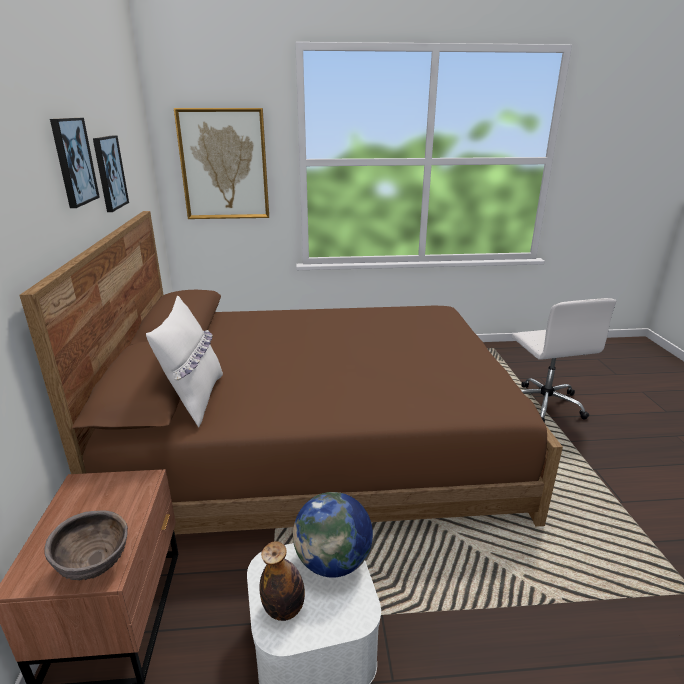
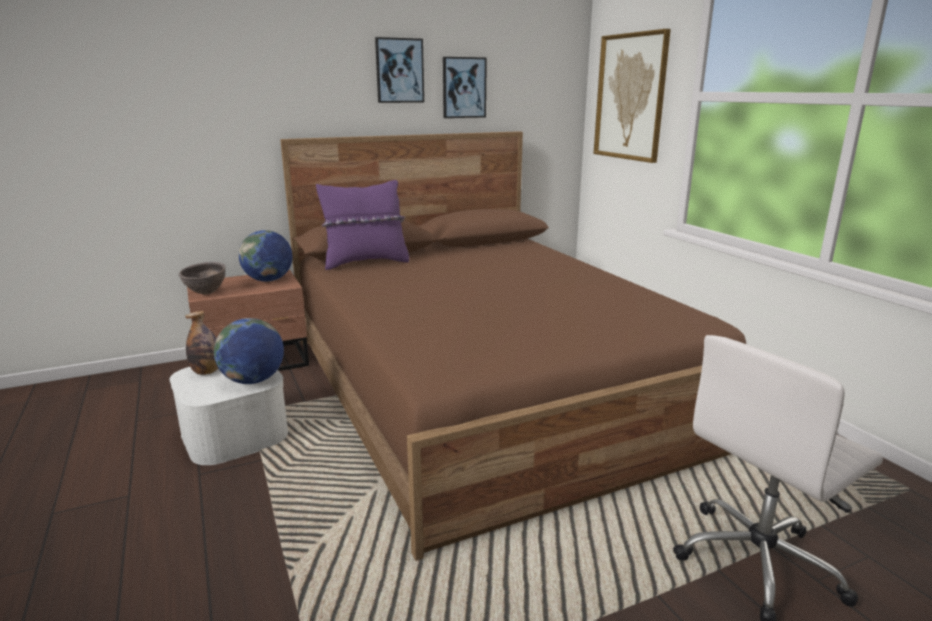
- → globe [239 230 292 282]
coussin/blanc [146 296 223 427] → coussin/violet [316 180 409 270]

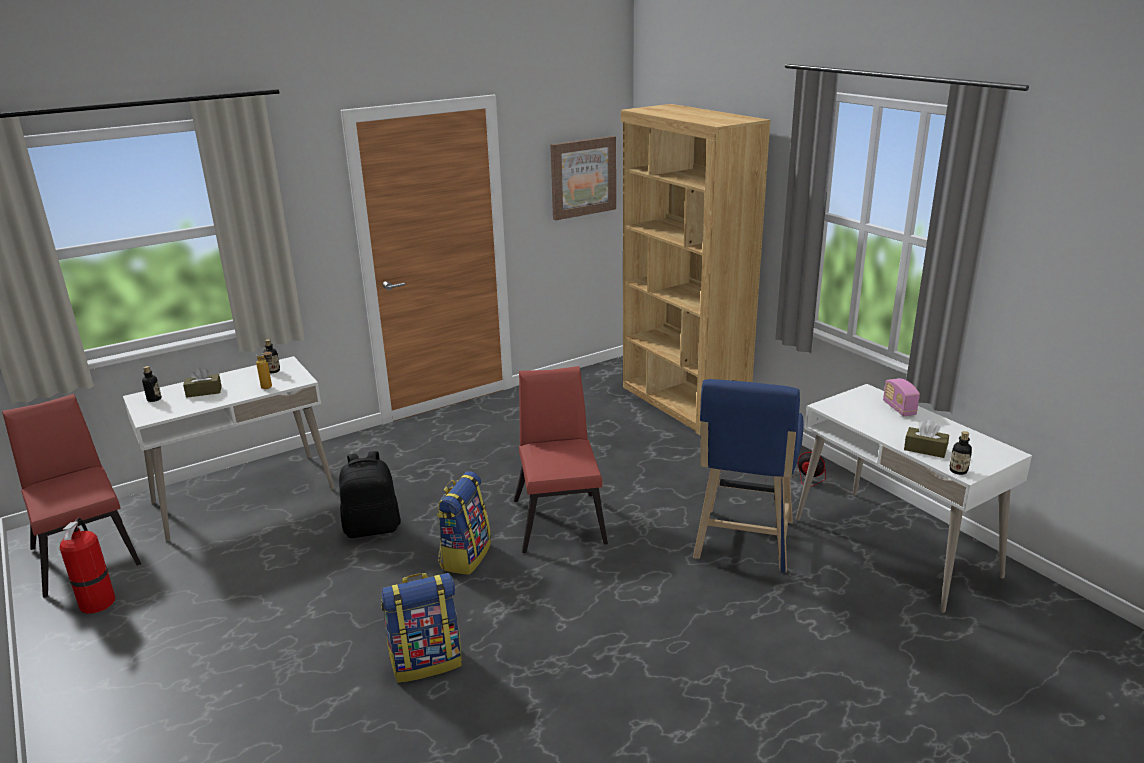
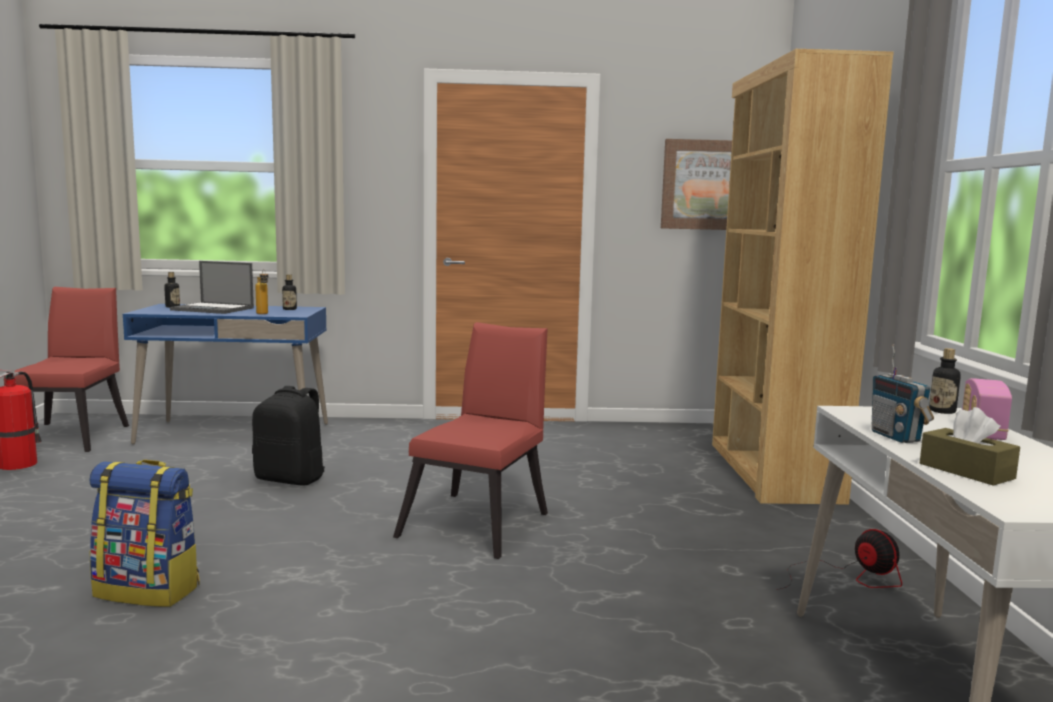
sac à dos [437 471 491 575] → -
tabouret/bleu [693 379 804 572] → -
- → radio [871 344 934 443]
bouteille [950 431 972 475] → bouteille [929 348 961 414], moved
boîte à mouchoirs/marron [183 367 222 398] → ordinateur portable [170 261 254 314]
bureau/blanc [123 356 334 541] → bureau/bleu [123 304 328 444]

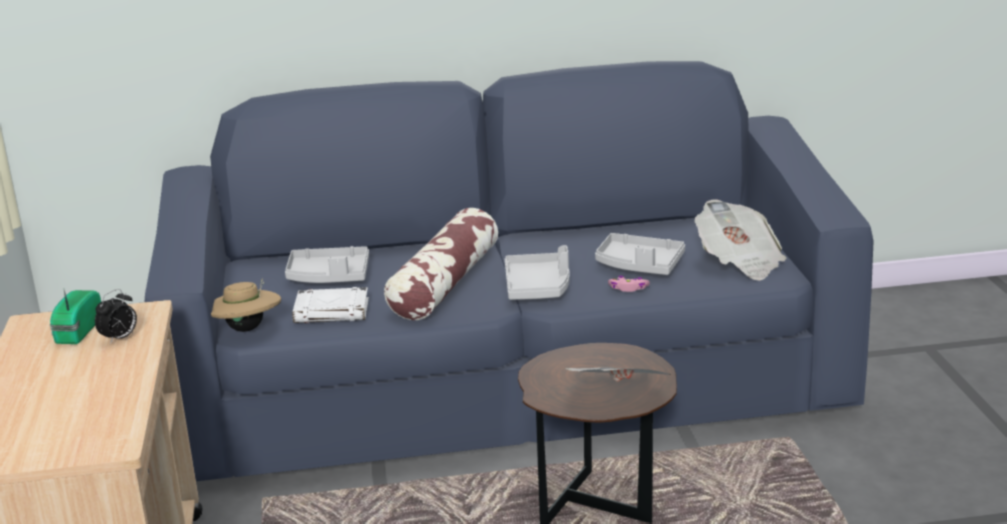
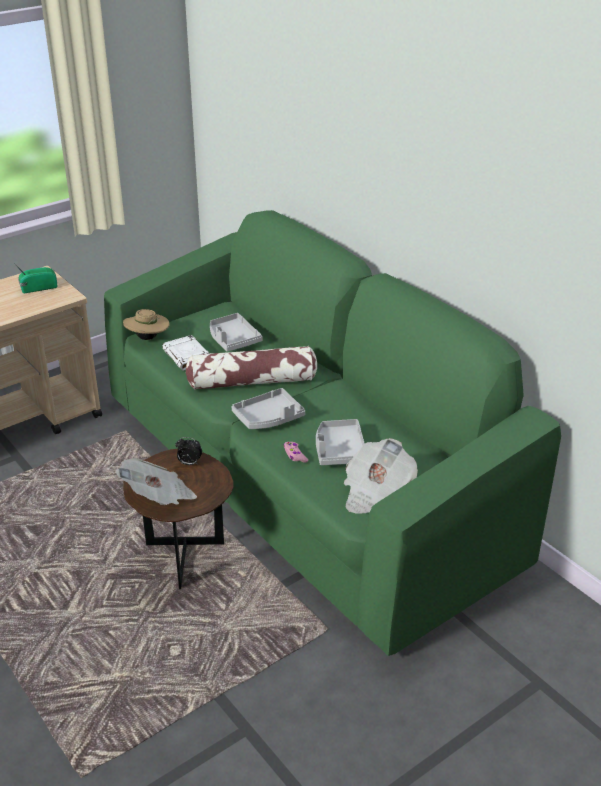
réveil [95 289 137 344] → réveil [175 437 202 465], moved
canapé/bleu [145 61 874 481] → canapé/vert [104 210 561 656]

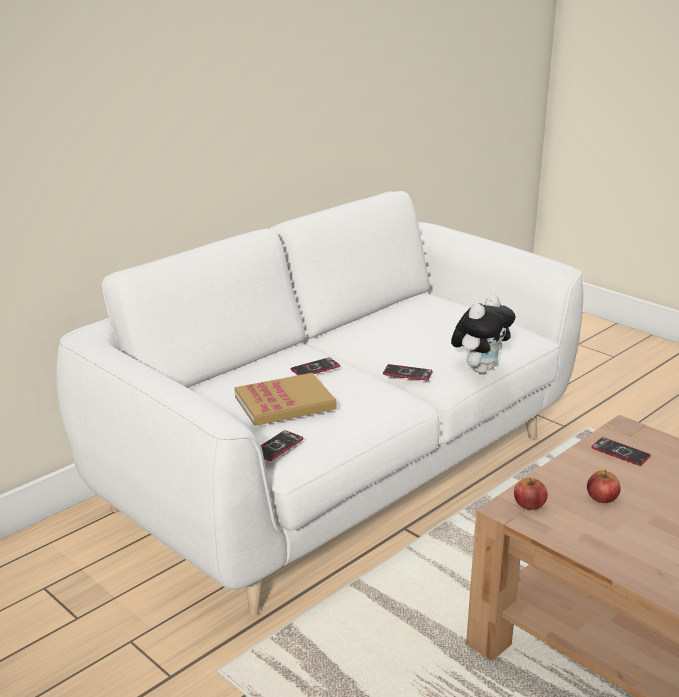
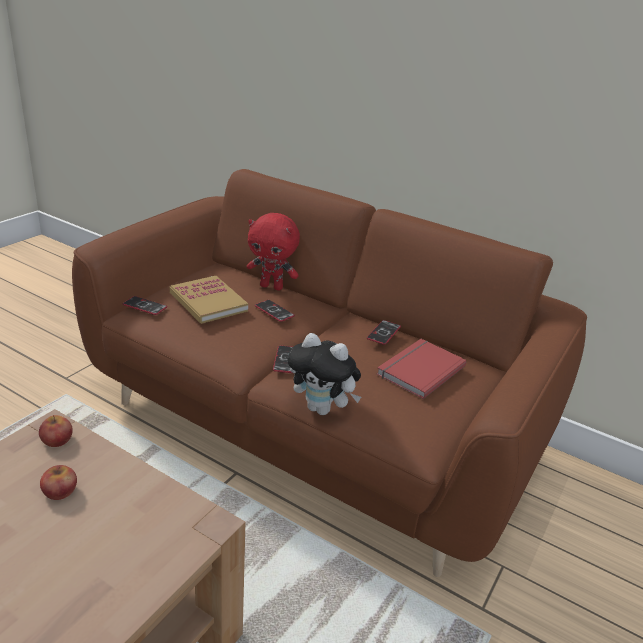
- → peluche/rouge [246 213 300 291]
- → livre/rouge [377 339 466 399]
téléphone [591 437 651 466] → téléphone [367 320 401 345], moved
canapé/blanc [56 191 583 616] → canapé/marron [72 169 587 577]

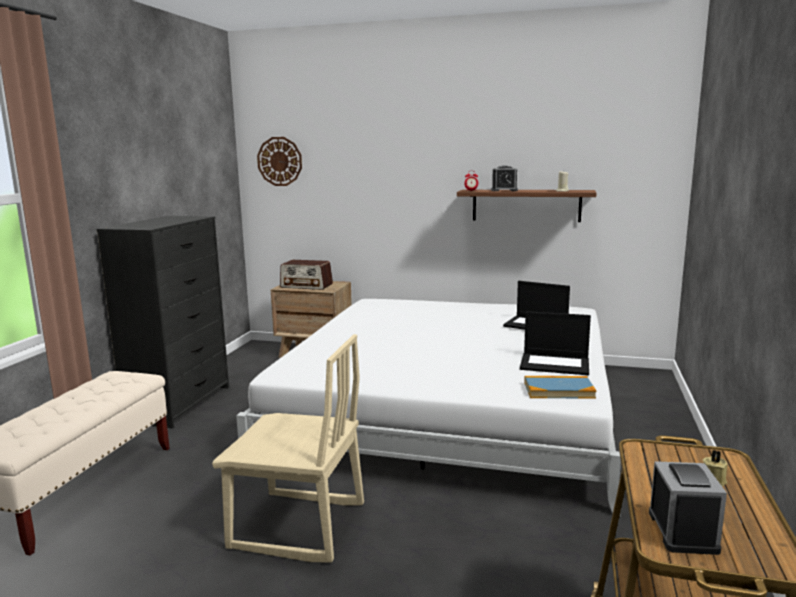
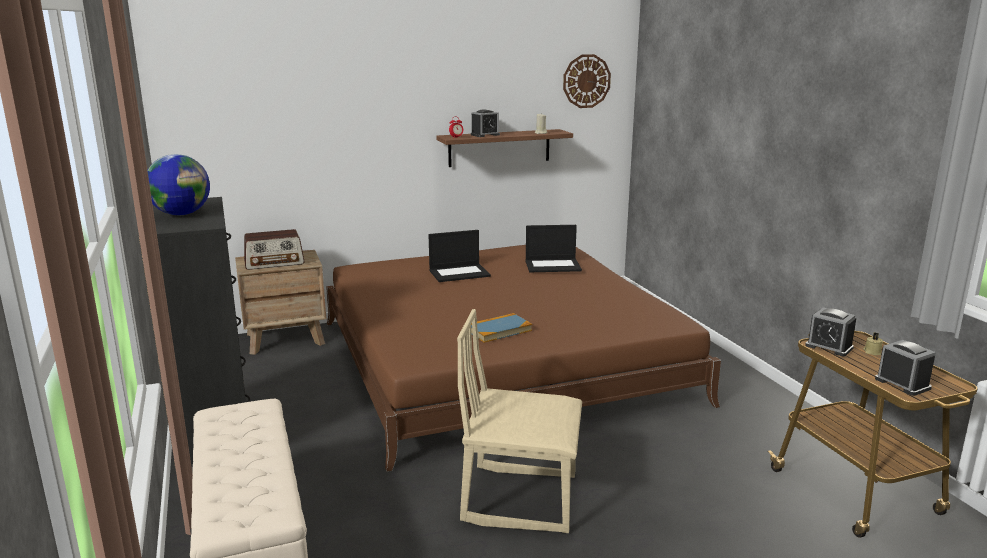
- → globe [147 154 210 215]
- → réveil [805 307 856 357]
horloge murale [257 137 302 186] → horloge murale [563 54 611 108], moved
ordinateur portable [520 311 591 375] → ordinateur portable [429 230 491 282], moved
livre [524 376 596 399] → livre [471 313 532 343], moved
lit/blanc [236 299 621 517] → lit/marron [326 245 721 472]
chaise/beige [212 334 364 563] → chaise/beige [457 309 582 533], 150 degrees counterclockwise

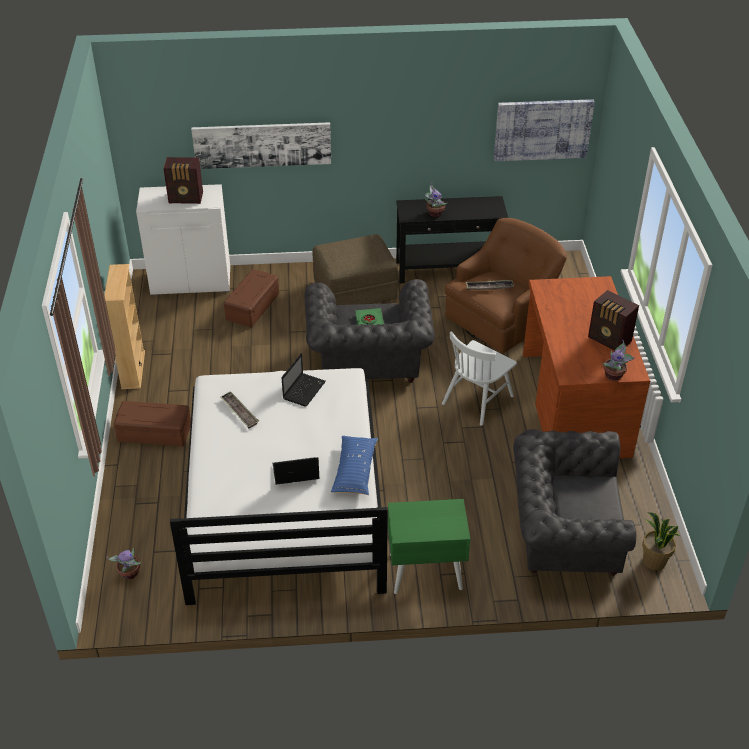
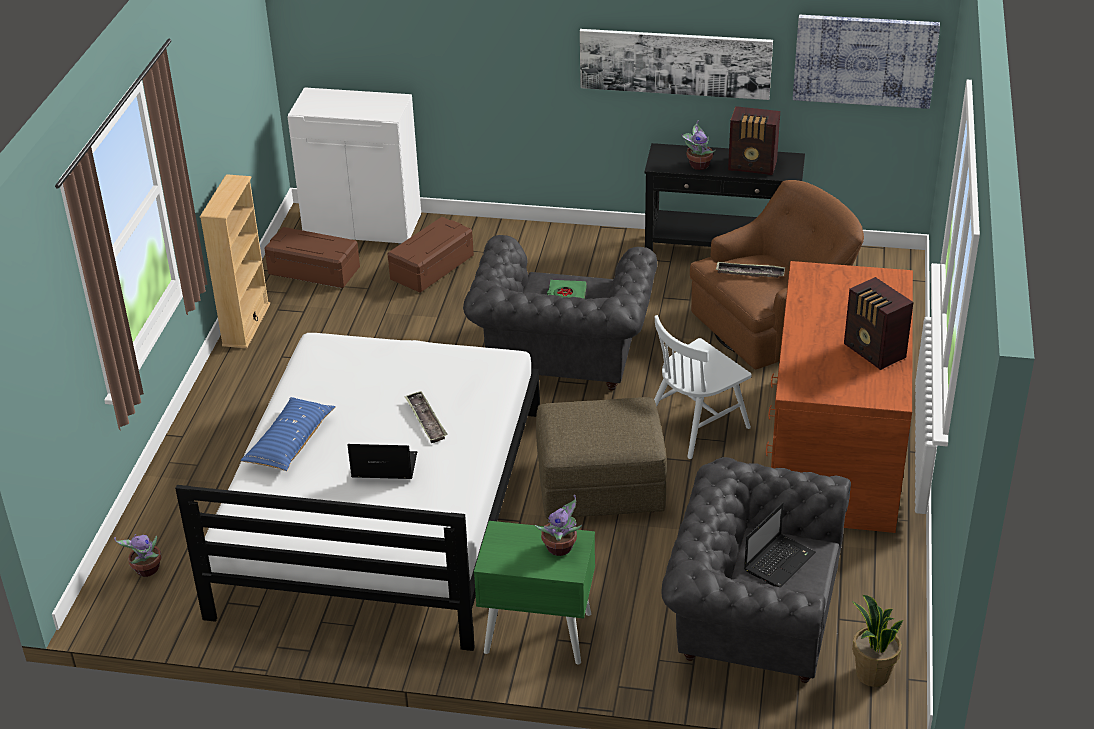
boîte de rangement/marron [114 401 191 446] → boîte de rangement/marron [264 227 360 288], moved
radio [163 157 203 204] → radio [728 106 780 175], moved
tableau [191 122 331 169] → tableau [580 29 773 100], moved
plateau [220 391 259 428] → plateau [404 391 448 443], moved
ordinateur portable [282 353 326 407] → ordinateur portable [744 502 816 588], moved
pouf/marron [313 234 398 305] → pouf/marron [536 397 667 519], moved
coussin/bleu [331 436 378 495] → coussin/bleu [241 397 336 471], moved
plante en pot [602 340 634 381] → plante en pot [535 495 582 556], moved

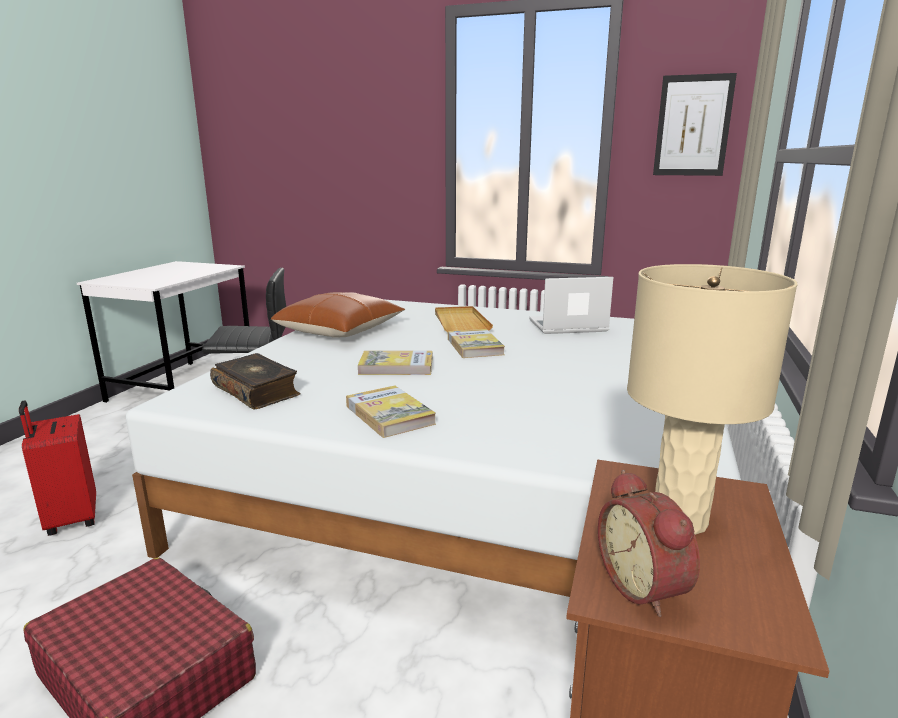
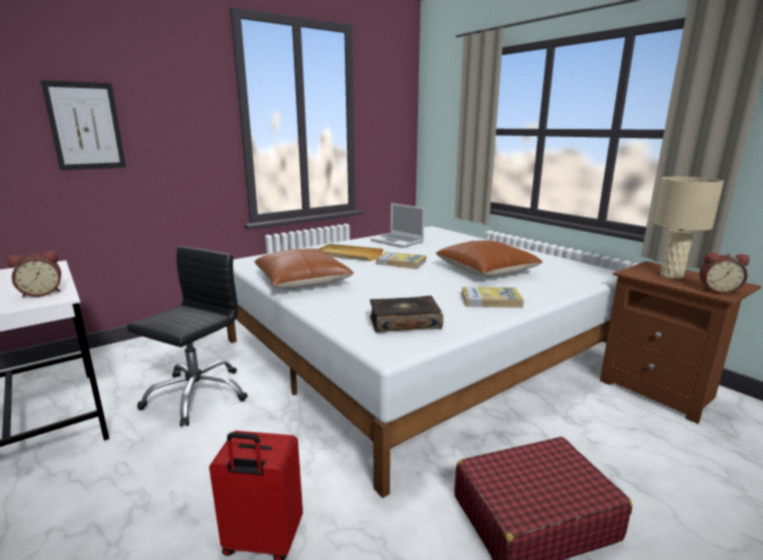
livre [357 351 433 375] → -
- → réveil [7 251 61 298]
- → coussin/marron [436 240 543 277]
tableau [653 73 737 176] → tableau [41 80 126 170], moved
ordinateur portable [529 277 613 334] → ordinateur portable [370 203 424 248], 75 degrees counterclockwise

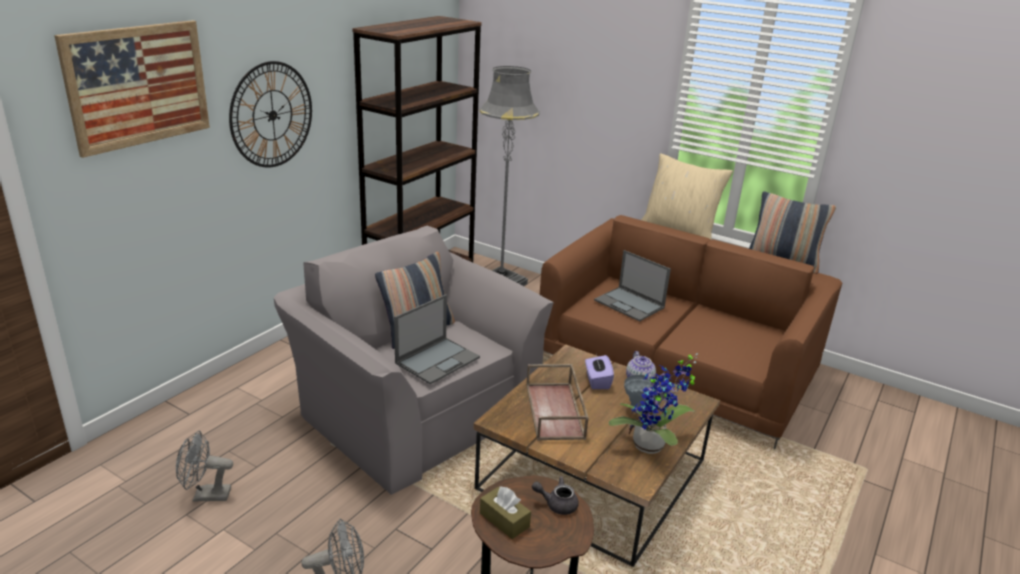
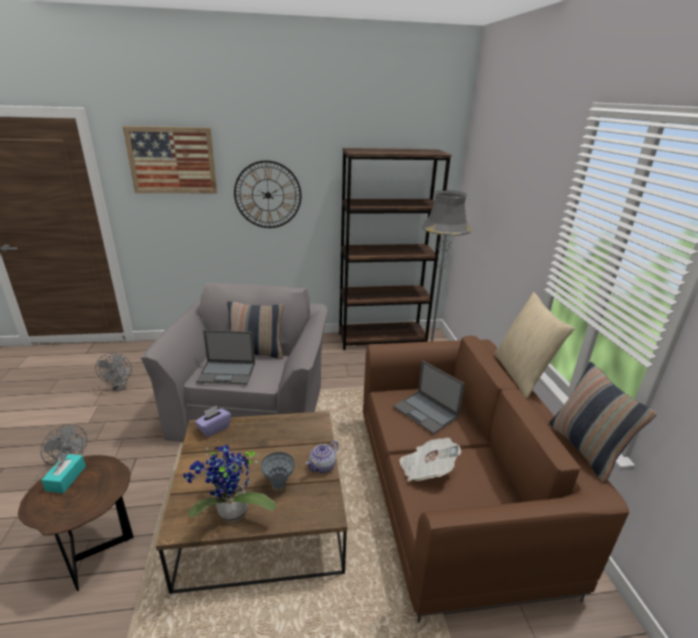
plateau/marron [526 364 589 441] → -
théière/gris [532 476 579 515] → -
- → journal [399 438 461 481]
boîte à mouchoirs/violet [585 355 614 389] → boîte à mouchoirs/violet [195 405 231 437], moved
boîte à mouchoirs/marron [480 486 531 539] → boîte à mouchoirs/turquoise [41 453 86 493]
ventilateur/gris [176 430 233 502] → ventilateur/gris [95 353 132 391], 150 degrees counterclockwise
ordinateur portable [594 250 671 322] → ordinateur portable [393 360 465 434], 45 degrees counterclockwise

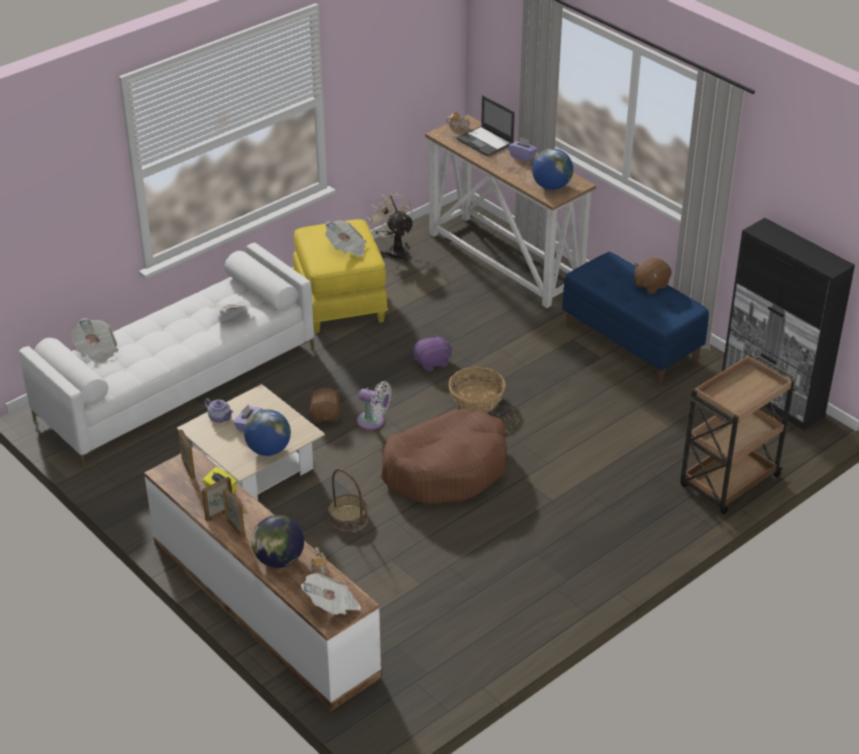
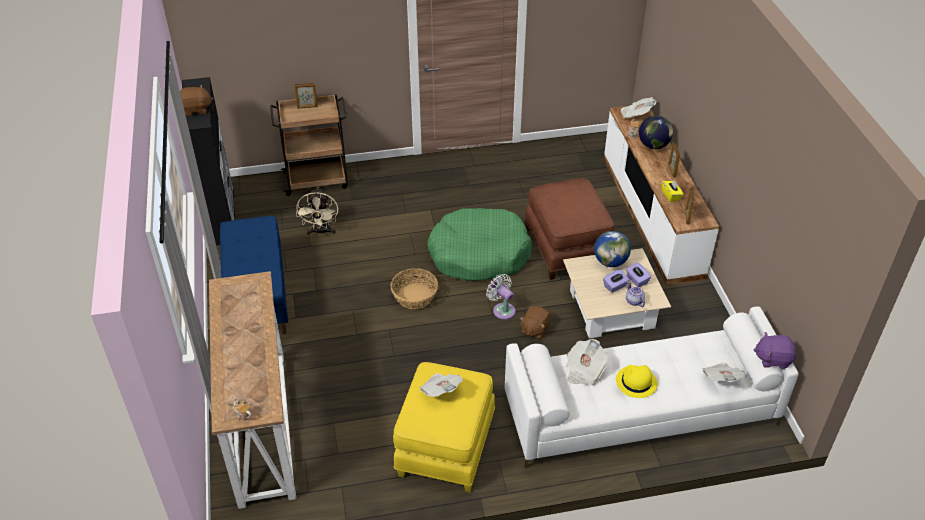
ordinateur portable [457 95 515 157] → -
globe [532 149 573 190] → -
- → chapeau/jaune [616 365 658 398]
cadre photo [202 477 232 522] → cadre photo [294 83 317 109], moved
ventilateur/beige [367 191 414 263] → ventilateur/beige [296 188 338 235], moved
peluche/violet [413 334 452 372] → peluche/violet [754 332 796 369], moved
boîte à mouchoirs/violet [509 137 537 162] → boîte à mouchoirs/violet [626 262 651 287], moved
peluche/marron [634 258 672 294] → peluche/marron [180 85 213 116], moved
panier [328 469 368 531] → pouf/marron [524 178 615 280]
panier pour chien/marron [381 408 507 504] → panier pour chien/vert [427 208 532 281]

